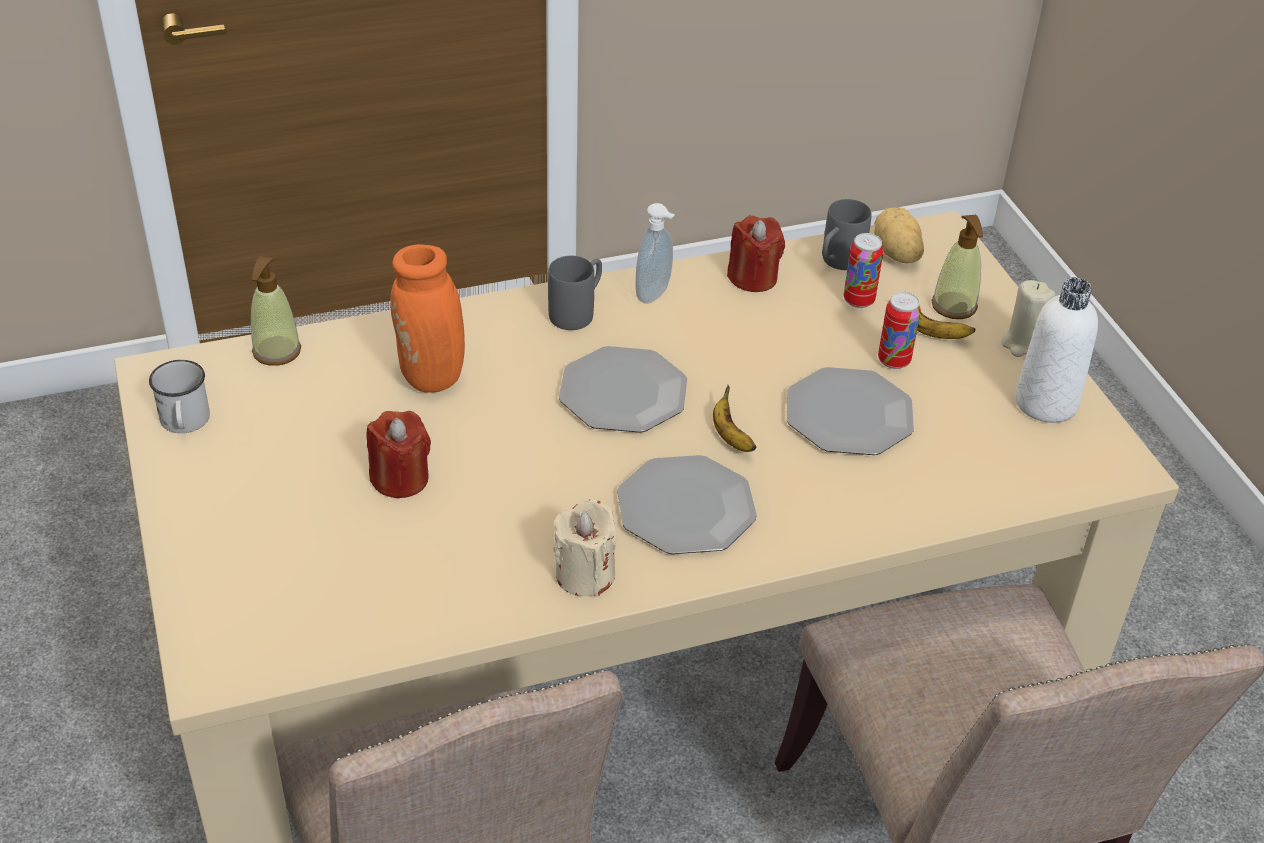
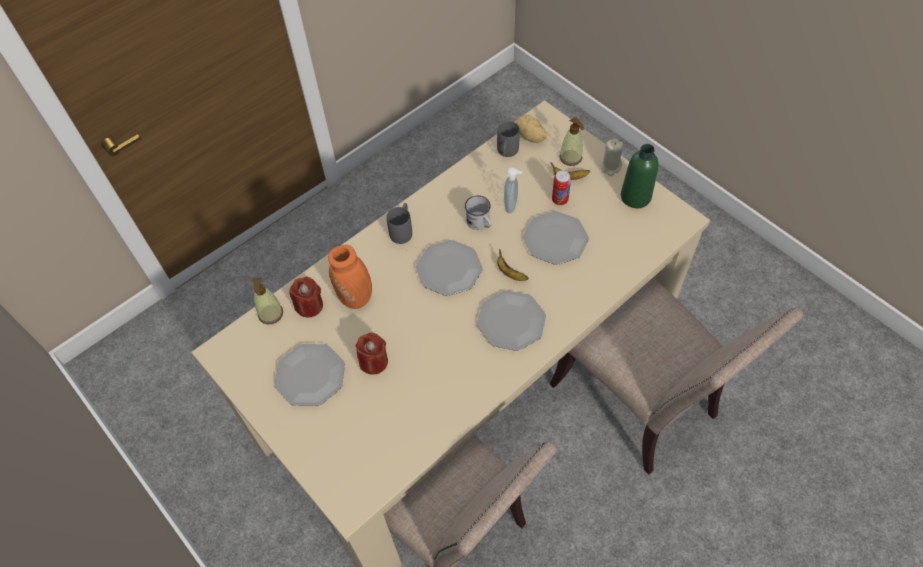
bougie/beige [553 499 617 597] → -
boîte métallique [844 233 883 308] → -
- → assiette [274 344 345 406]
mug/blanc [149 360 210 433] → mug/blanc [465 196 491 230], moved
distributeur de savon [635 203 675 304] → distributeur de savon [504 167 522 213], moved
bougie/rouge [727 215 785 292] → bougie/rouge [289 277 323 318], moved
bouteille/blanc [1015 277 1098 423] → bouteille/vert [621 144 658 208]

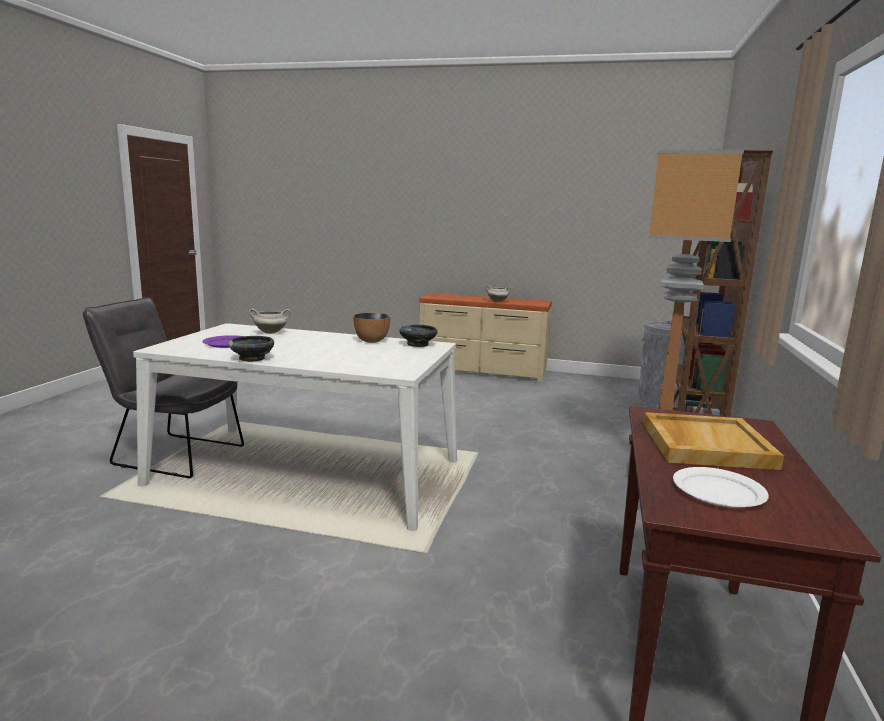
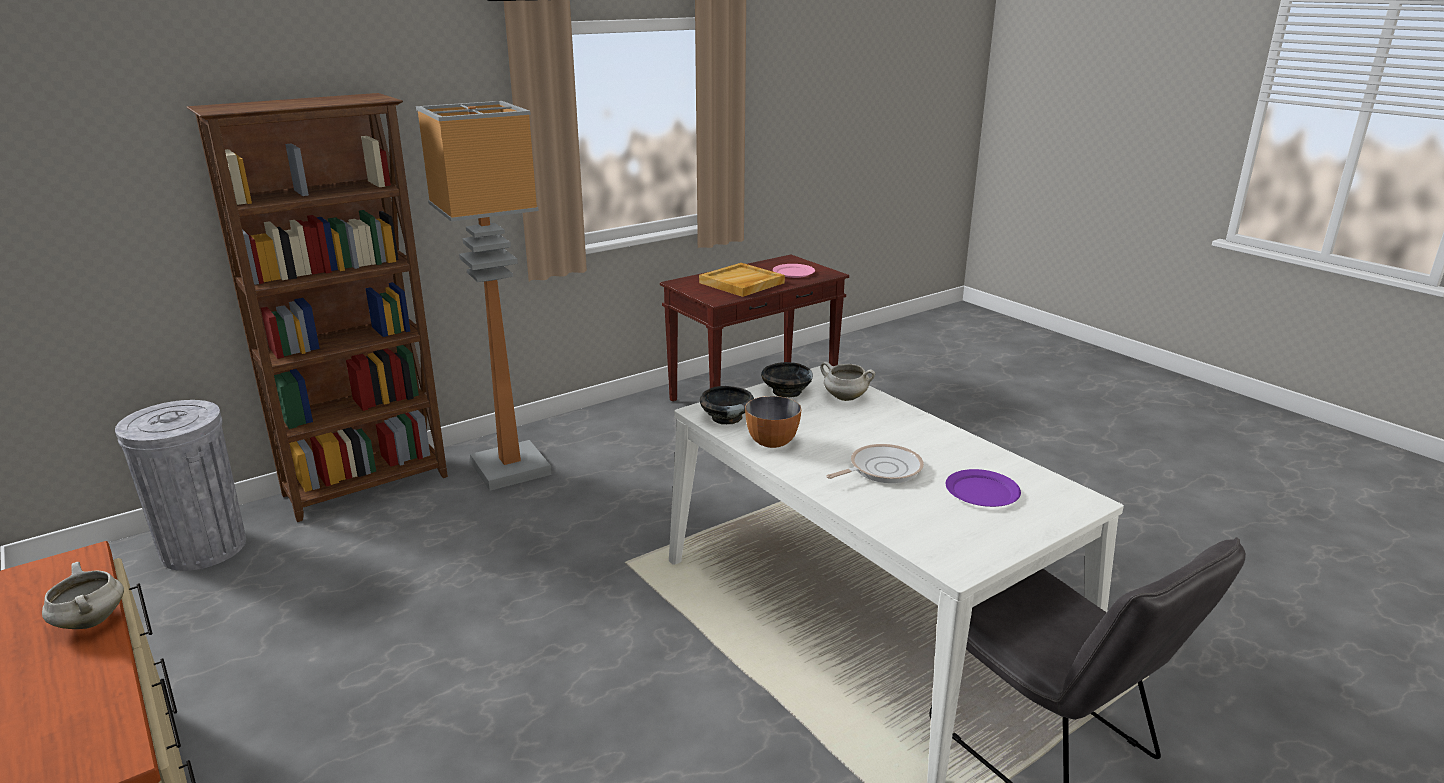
- → poêle [826 444 924 483]
bol/noir [228 336 274 362] → bol/noir [761 362 813 397], moved
marmite/blanc [249 309 291 334] → marmite/blanc [820 362 875 401], moved
assiette/blanc [673 467 769 508] → assiette/rose [773 264 815 278]

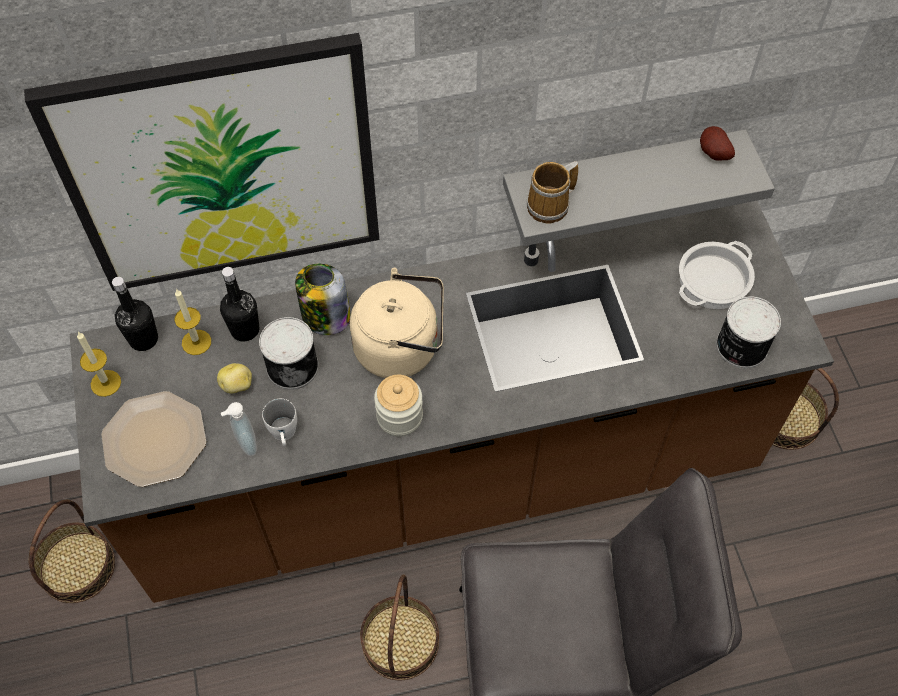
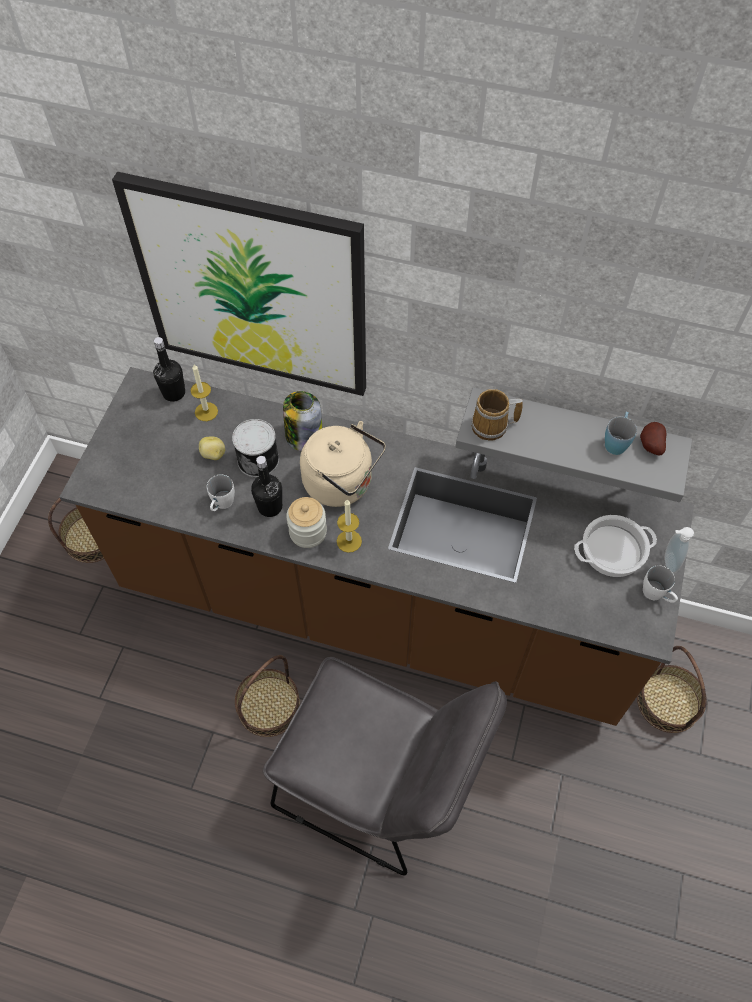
assiette [101 391 206 487] → -
boîte métallique [716 296 781 368] → -
- → mug/bleu [605 412 637 455]
- → mug/blanc [643 565 678 603]
bougie [77 332 121 397] → bougie [337 500 362 553], moved
bouteille/noir [220 267 259 342] → bouteille/noir [251 456 282 517], moved
distributeur de savon [221 402 257 456] → distributeur de savon [665 527 694 573], moved

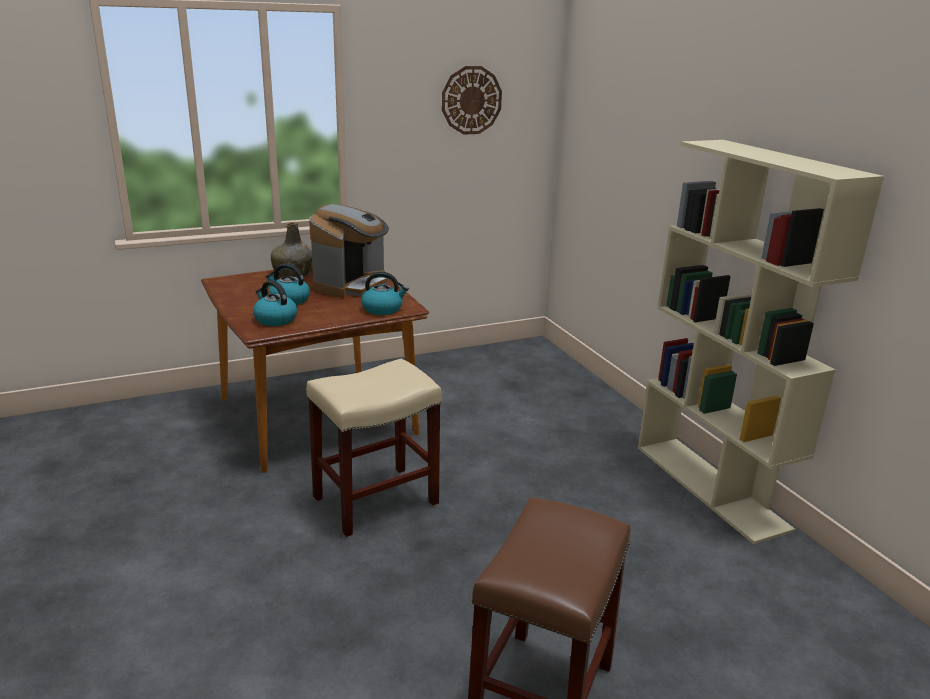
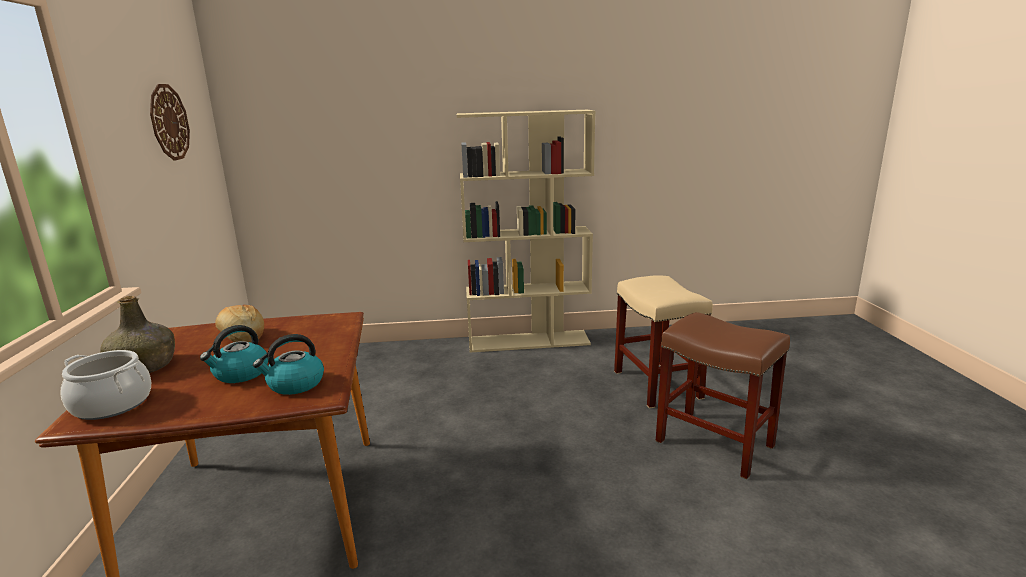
bouilloire [362 272 409 315] → -
- → marmite [61 350 151 420]
tabouret/beige [306 359 442 538] → tabouret/beige [614 275 713 408], moved
machine à café [309 204 389 298] → pain [215 304 264 342]

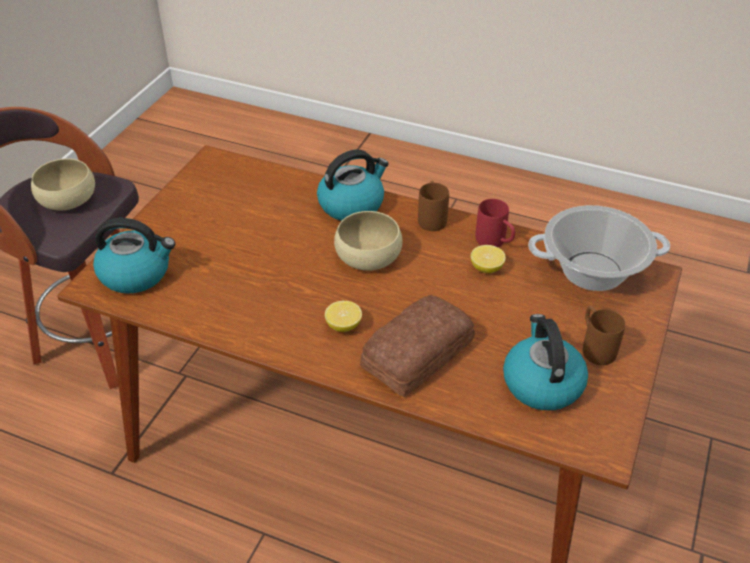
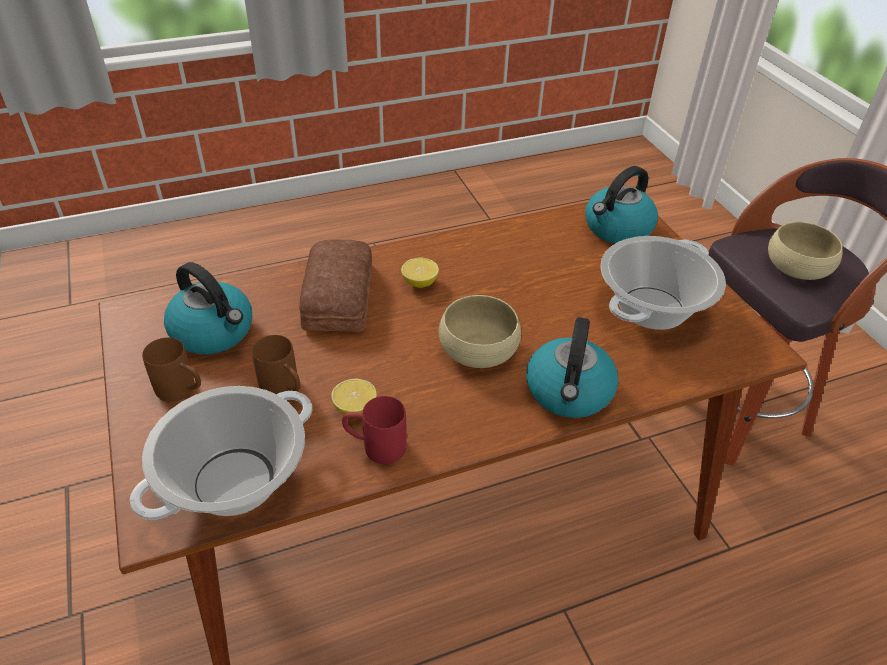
- → marmite [600 236 726 330]
mug/marron [418 181 449 231] → mug/marron [252 335 301 394], moved

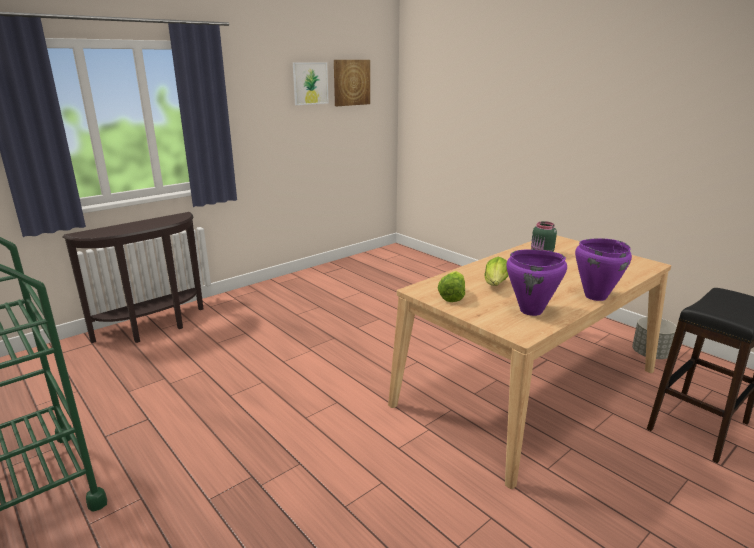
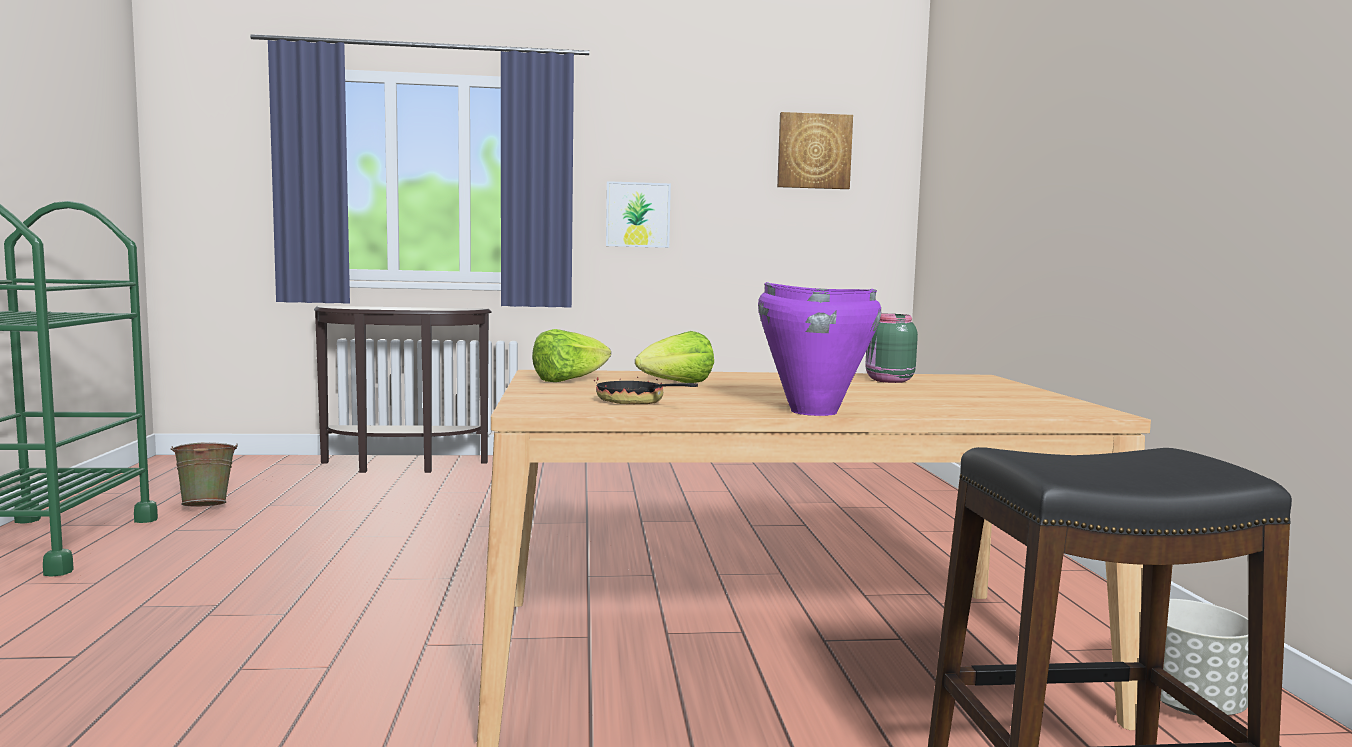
- → seau/vert [171 442 238 506]
tableau [293 62 329 105] → tableau [606 181 671 248], moved
marmite/violet [506 249 567 316] → poêle [593 367 698 404]

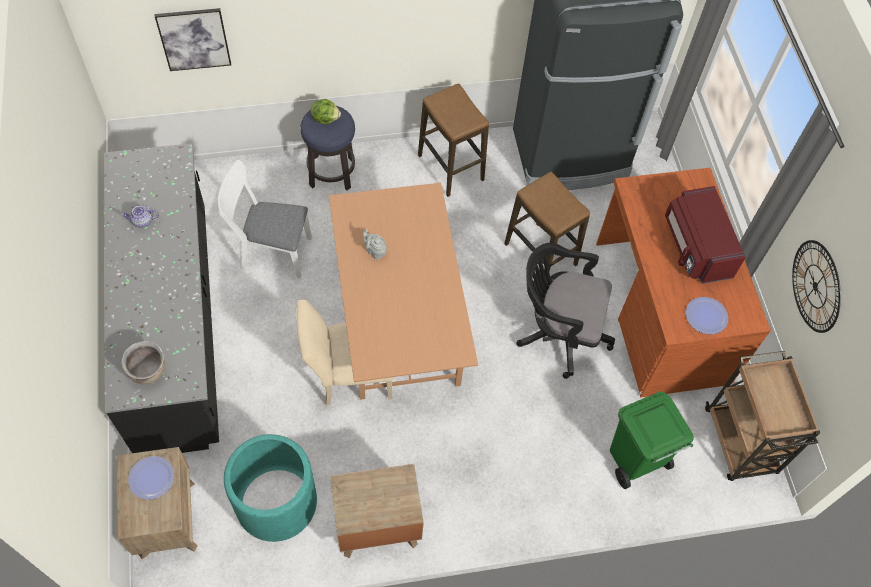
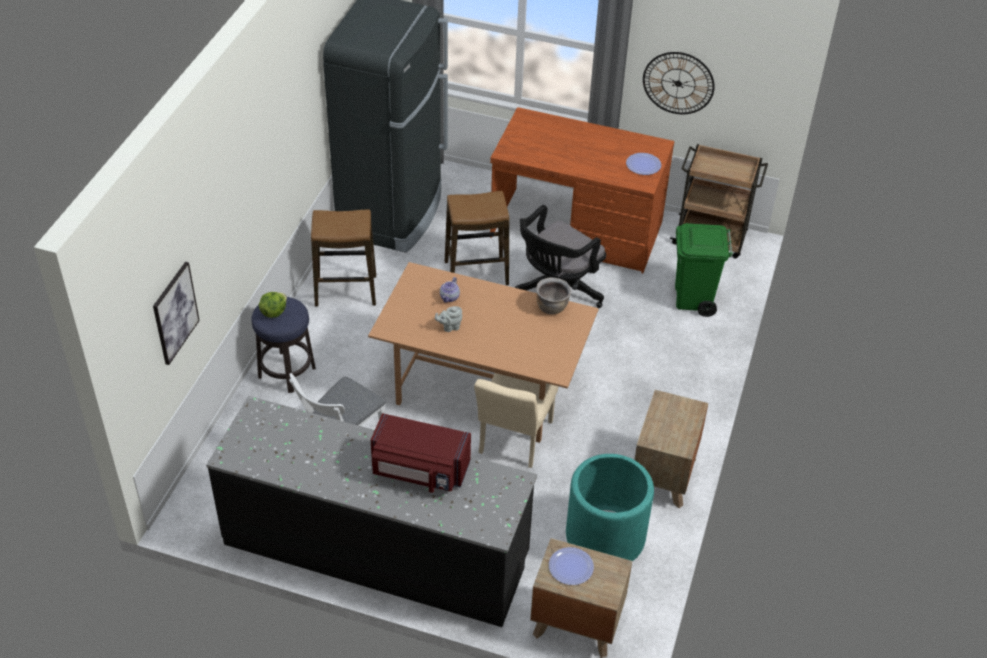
théière [121 205 159 228] → théière [440 277 460 302], moved
marmite/marron [121 341 165 384] → marmite/marron [536 277 571 314], moved
micro-ondes/rouge [665 186 746 284] → micro-ondes/rouge [371 413 471 493], moved

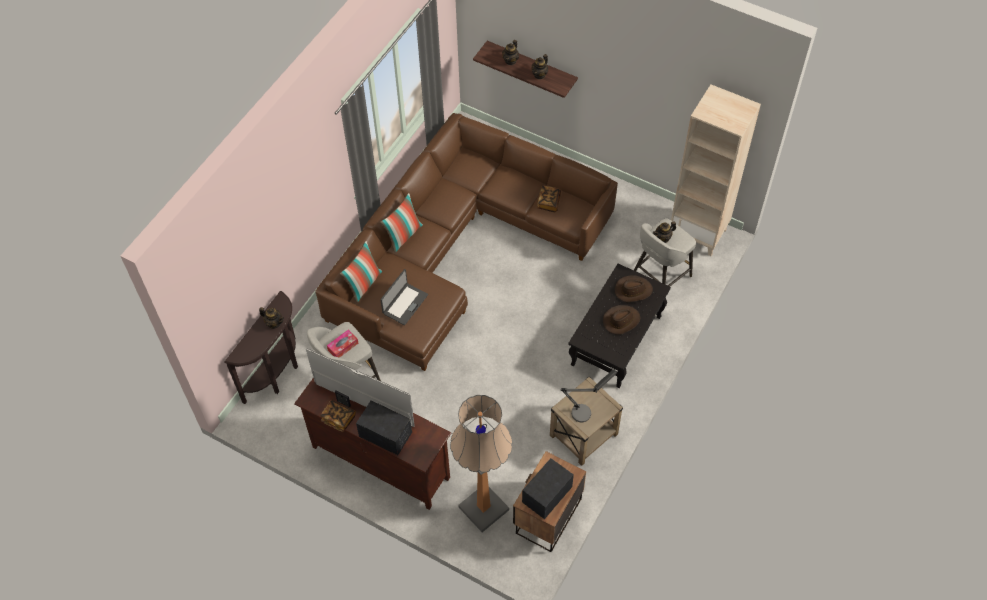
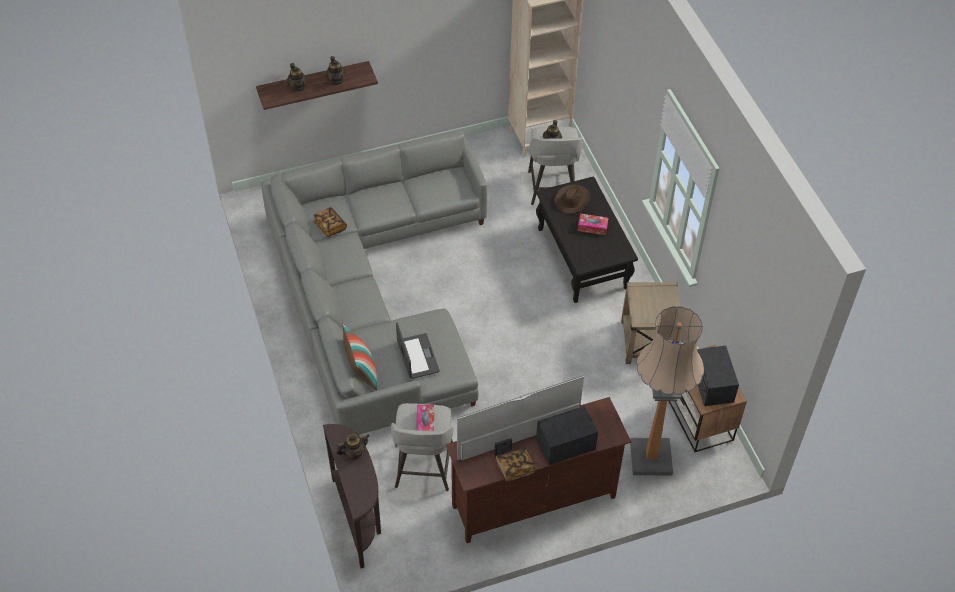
coussin [380 193 423 253] → -
lampe de table [561 370 617 422] → -
livre [537 185 561 212] → livre [314 207 347 237], moved
chapeau/marron [603 305 640 335] → boîte à mouchoirs [578 214 608 235]
canapé/marron [315 113 618 371] → canapé/gris [262 131 487 435]

